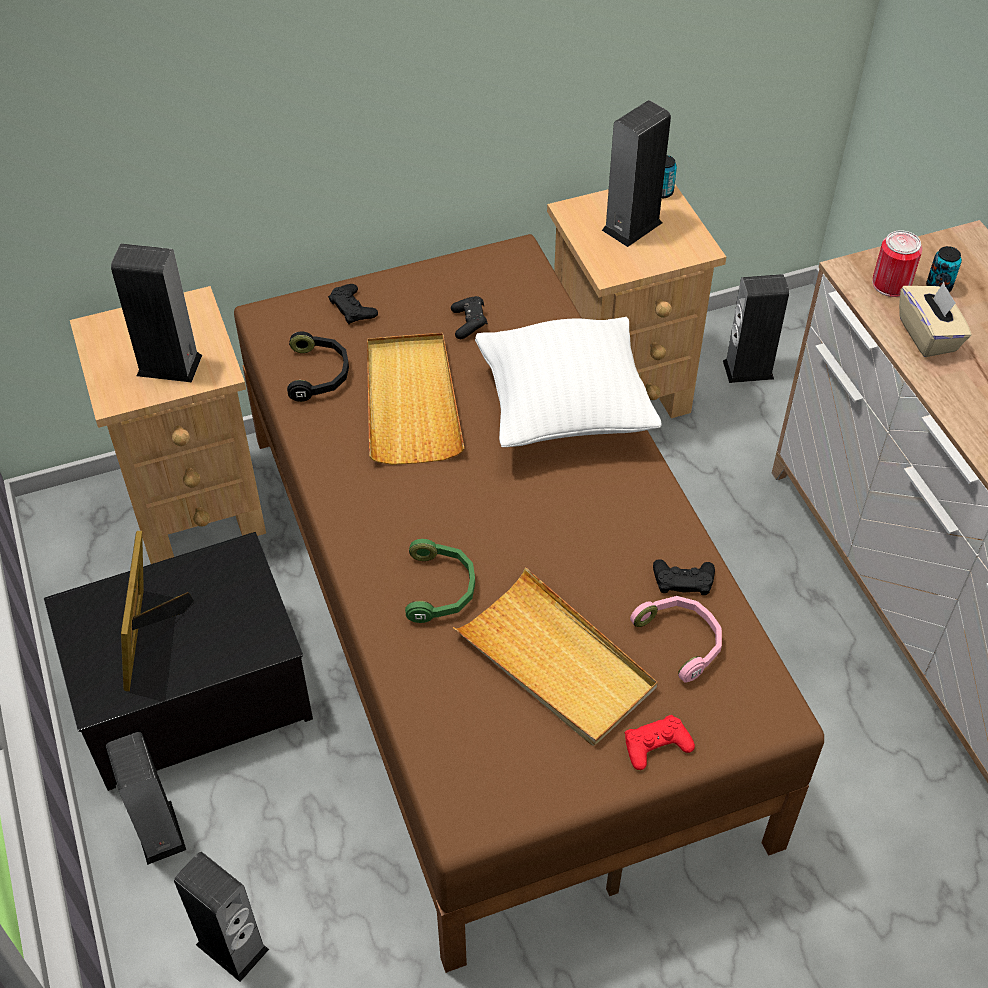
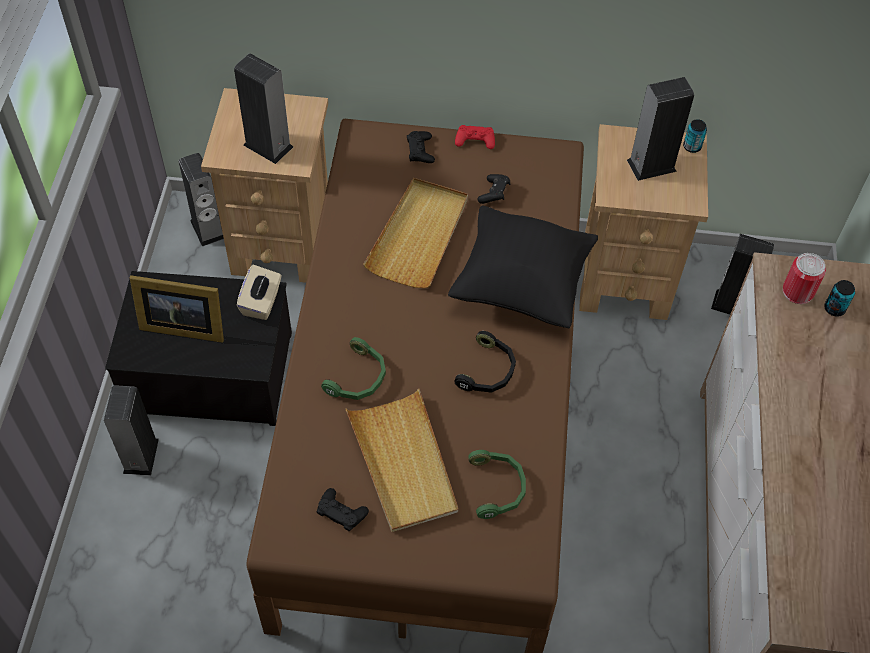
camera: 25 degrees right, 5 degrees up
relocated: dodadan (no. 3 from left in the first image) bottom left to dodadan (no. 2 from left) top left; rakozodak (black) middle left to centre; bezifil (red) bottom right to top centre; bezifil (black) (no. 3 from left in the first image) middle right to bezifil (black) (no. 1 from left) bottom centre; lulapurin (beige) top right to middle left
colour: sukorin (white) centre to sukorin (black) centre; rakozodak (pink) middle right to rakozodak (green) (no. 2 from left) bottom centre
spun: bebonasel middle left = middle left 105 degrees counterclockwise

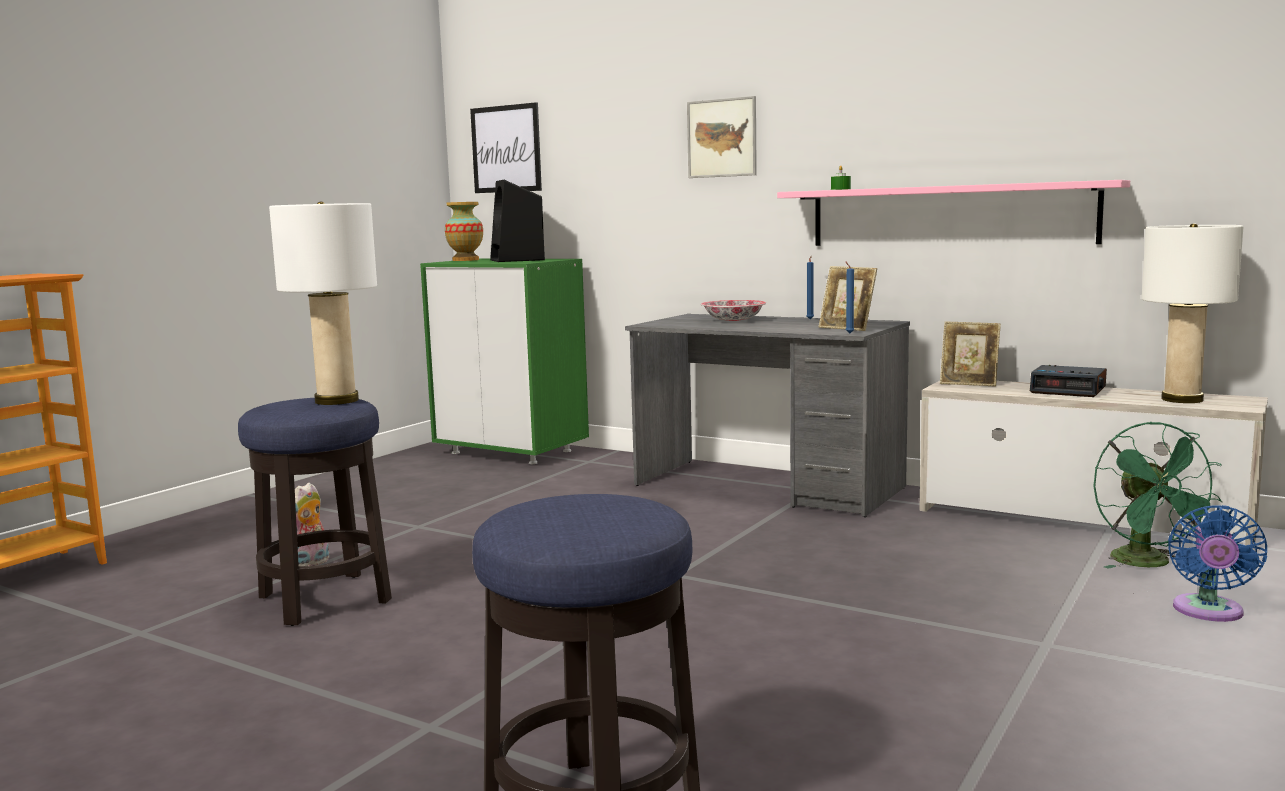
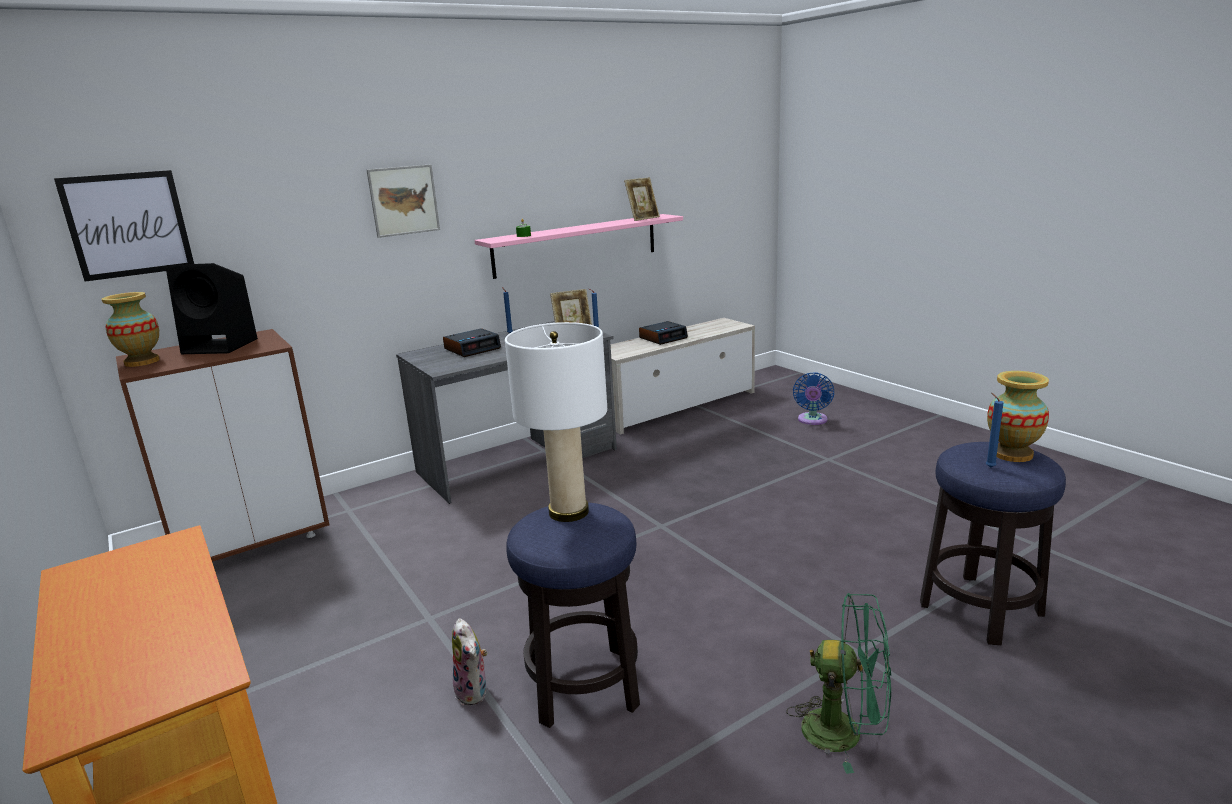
camera: 65 degrees left, 10 degrees up
missing: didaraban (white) (no. 2 from left) middle right
appeared: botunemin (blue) (no. 3 from left) middle right; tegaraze (no. 2 from left) middle right
relocated: bebonasel (no. 2 from left) middle right to top centre; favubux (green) middle right to bottom right
exchanged: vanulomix centre to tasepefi (no. 1 from left) centre
colour: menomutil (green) centre to menomutil (brown) middle left
spun: favubux (blue) bottom right = centre 60 degrees clockwise

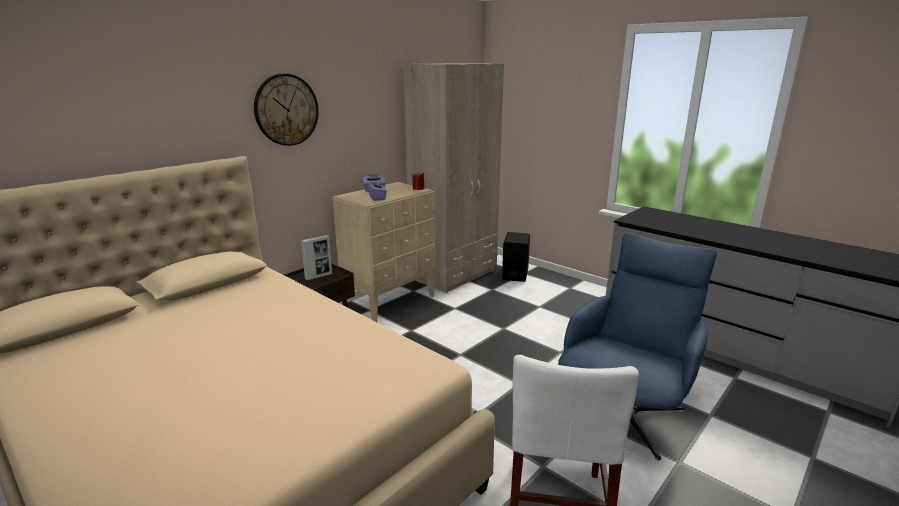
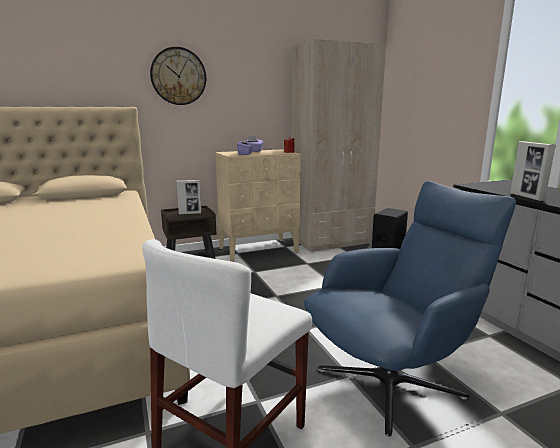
camera: 25 degrees right, 5 degrees down
appeared: bebonasel (no. 2 from left) middle right

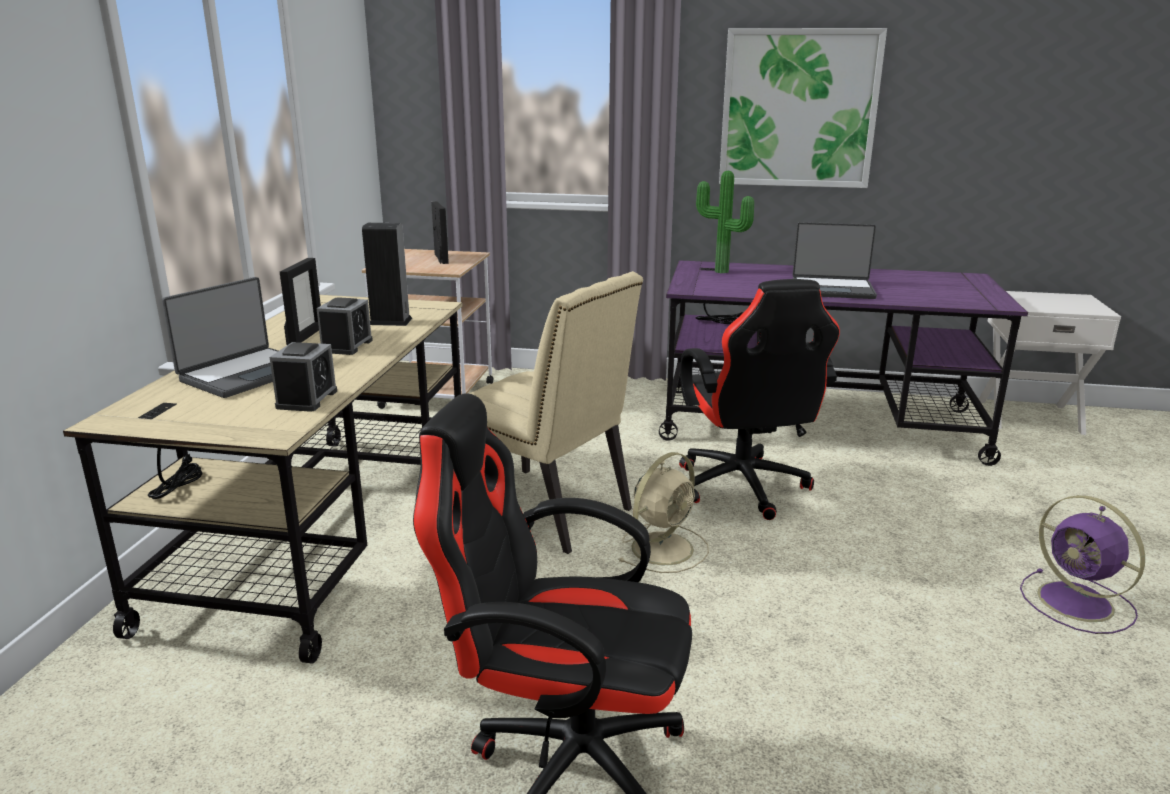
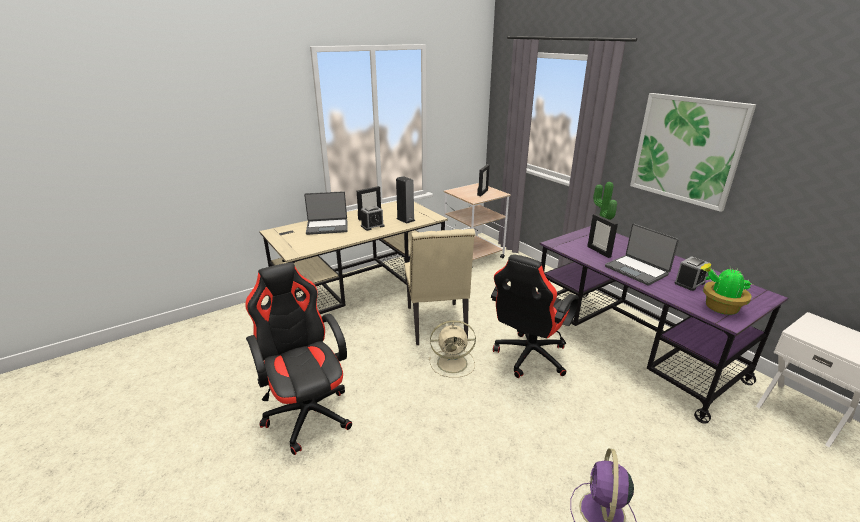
camera: 45 degrees right, 5 degrees up
appeared: bebonasel (no. 3 from left) middle right; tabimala (no. 2 from left) middle right
relocated: tasepefi (no. 1 from left in the first image) middle left to tasepefi (no. 2 from left) middle right

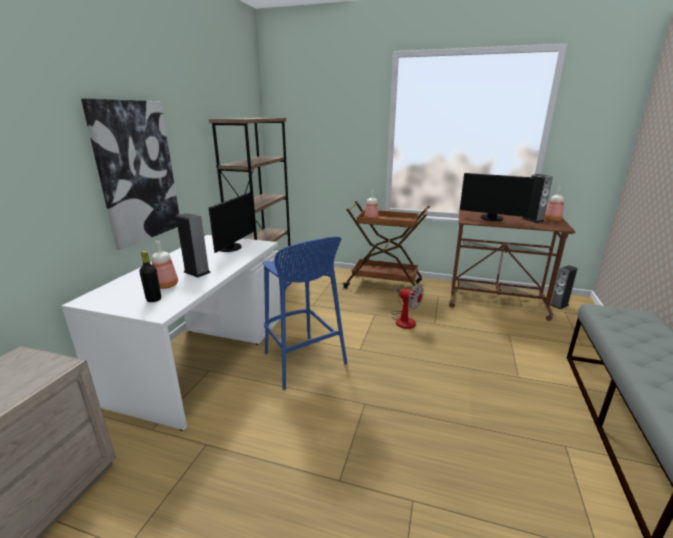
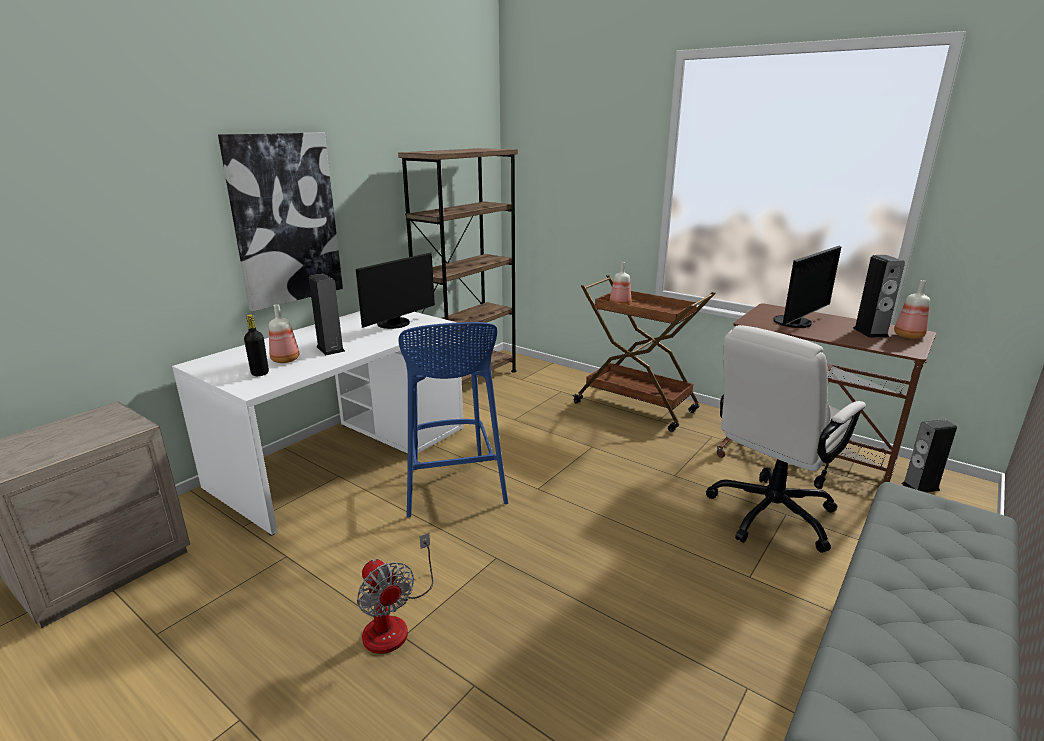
camera: 20 degrees right, 0 degrees up
appeared: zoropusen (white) middle right
relocated: favubux centre to bottom centre
spun: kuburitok (no. 2 from left) middle right = middle right 90 degrees counterclockwise

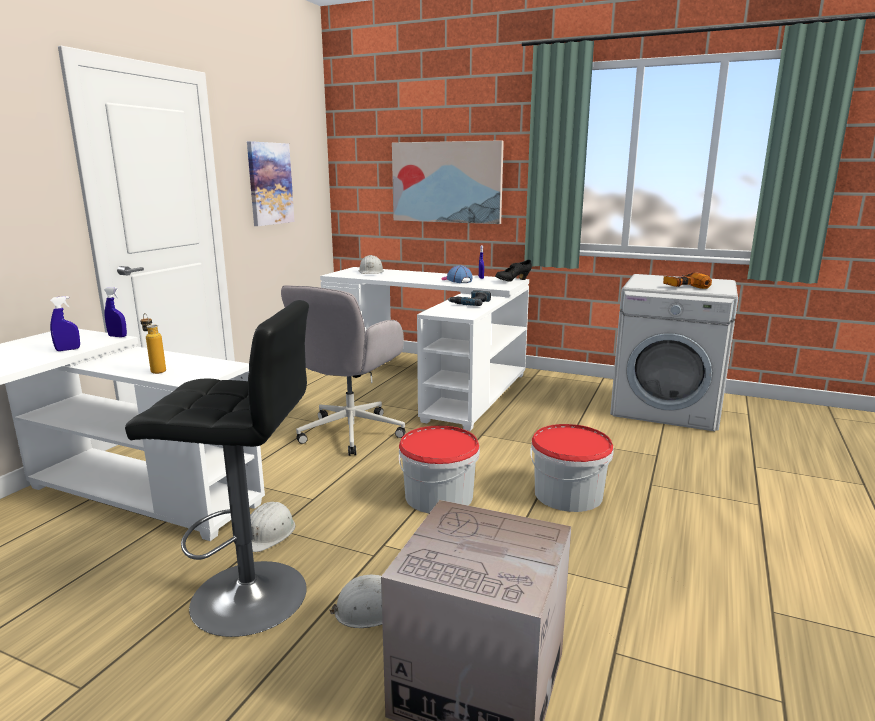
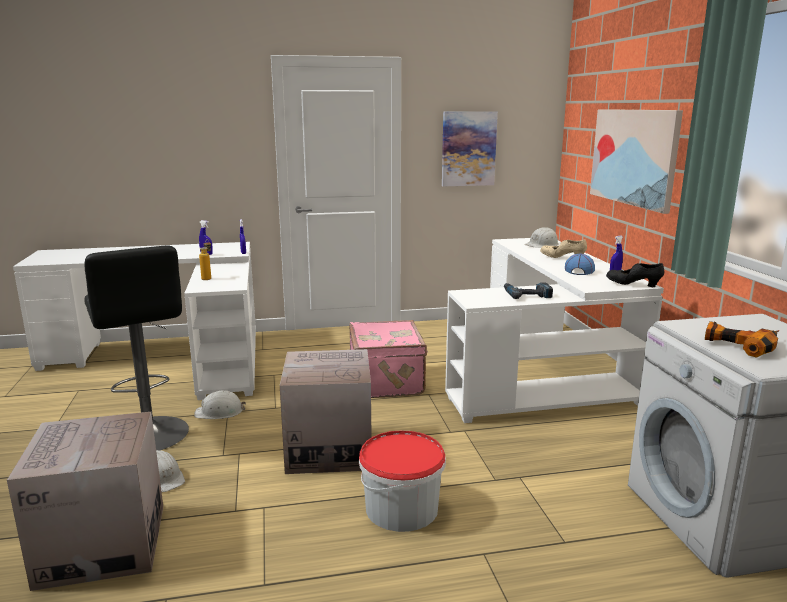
camera: 55 degrees right, 0 degrees up
appeared: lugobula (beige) middle right
exchanged: zoropusen (grey) centre to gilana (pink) centre; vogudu (no. 1 from left) centre to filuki (no. 2 from left) bottom centre

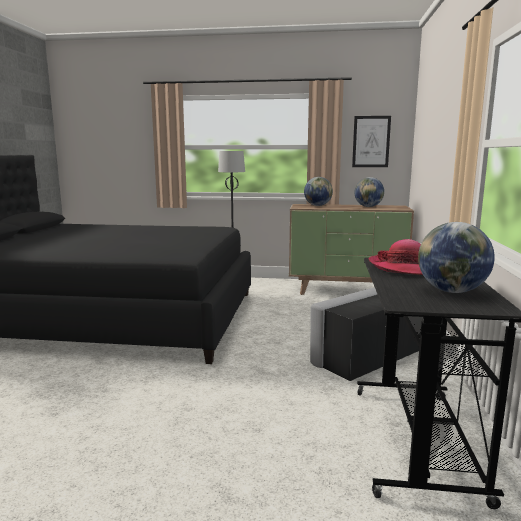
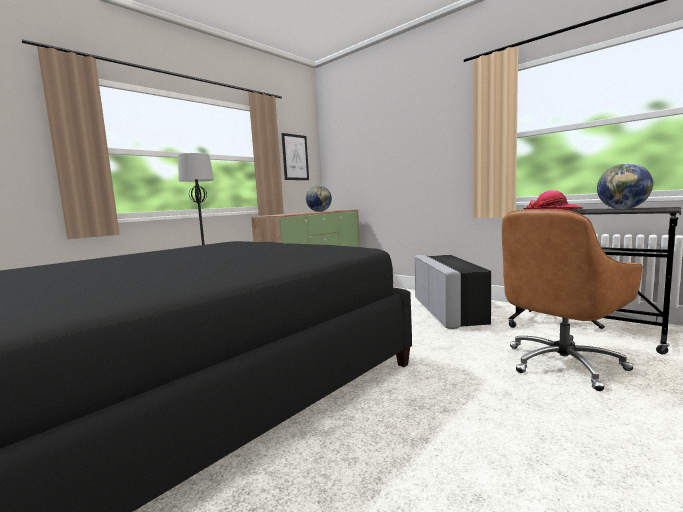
camera: 55 degrees left, 5 degrees down
missing: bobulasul (no. 1 from left) centre
appeared: zoropusen (brown) middle right

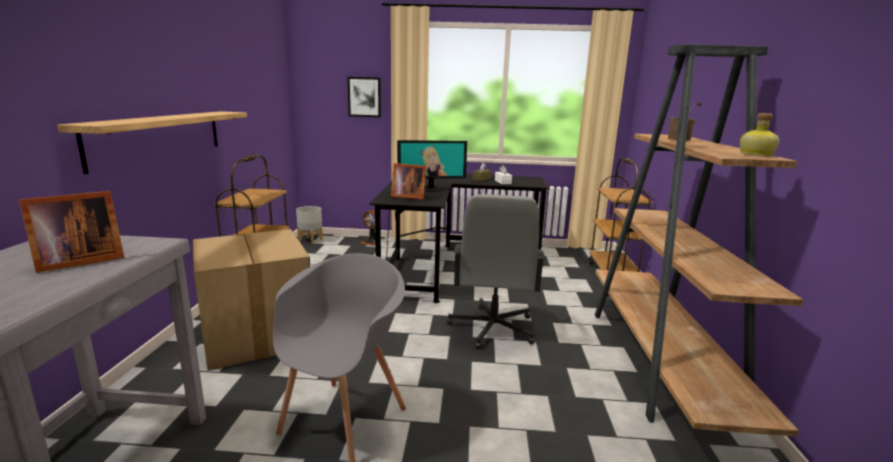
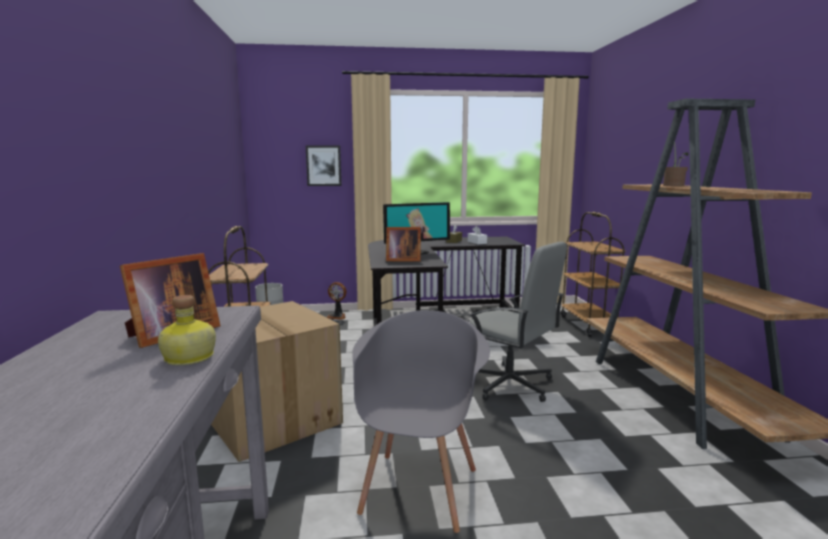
camera: 10 degrees left, 5 degrees down
missing: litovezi top left
relocated: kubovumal top right to middle left
spun: zoropusen (grey) centre = centre 45 degrees counterclockwise

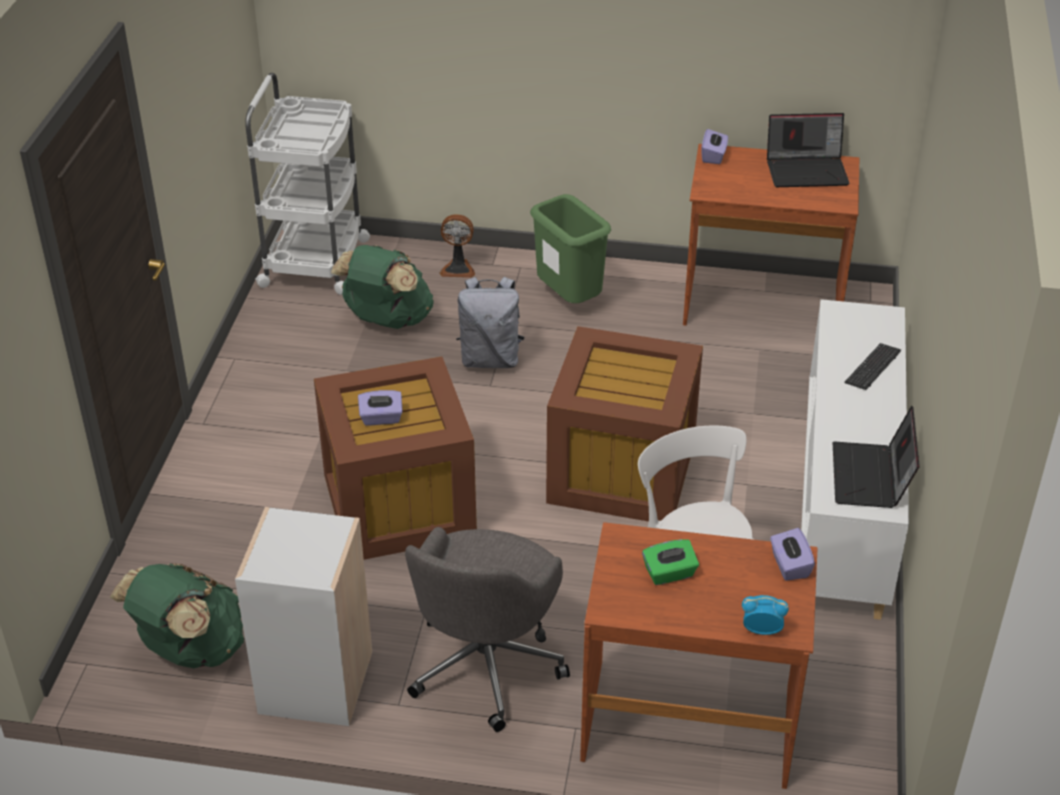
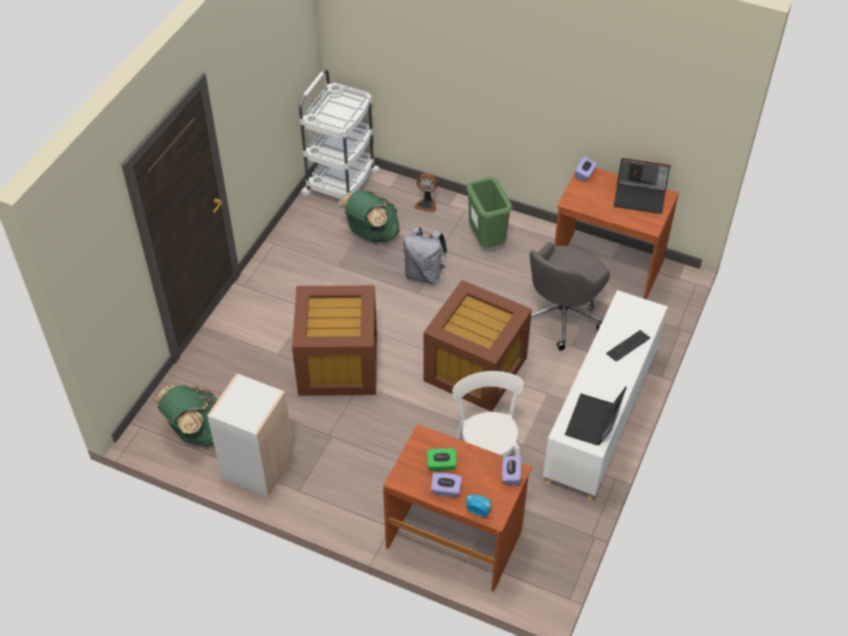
camera: 15 degrees right, 10 degrees up
relocated: lulapurin (purple) (no. 1 from left) centre to bottom centre; zoropusen (grey) bottom centre to middle right

